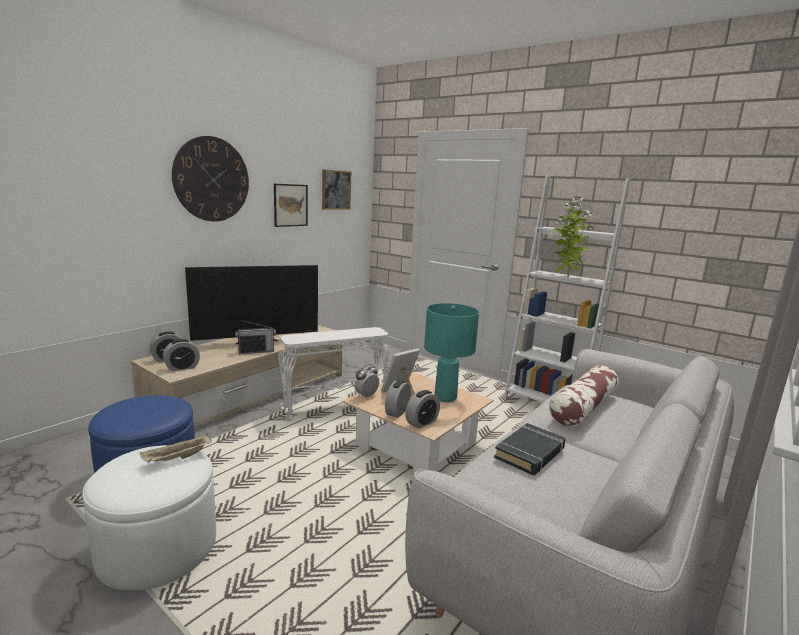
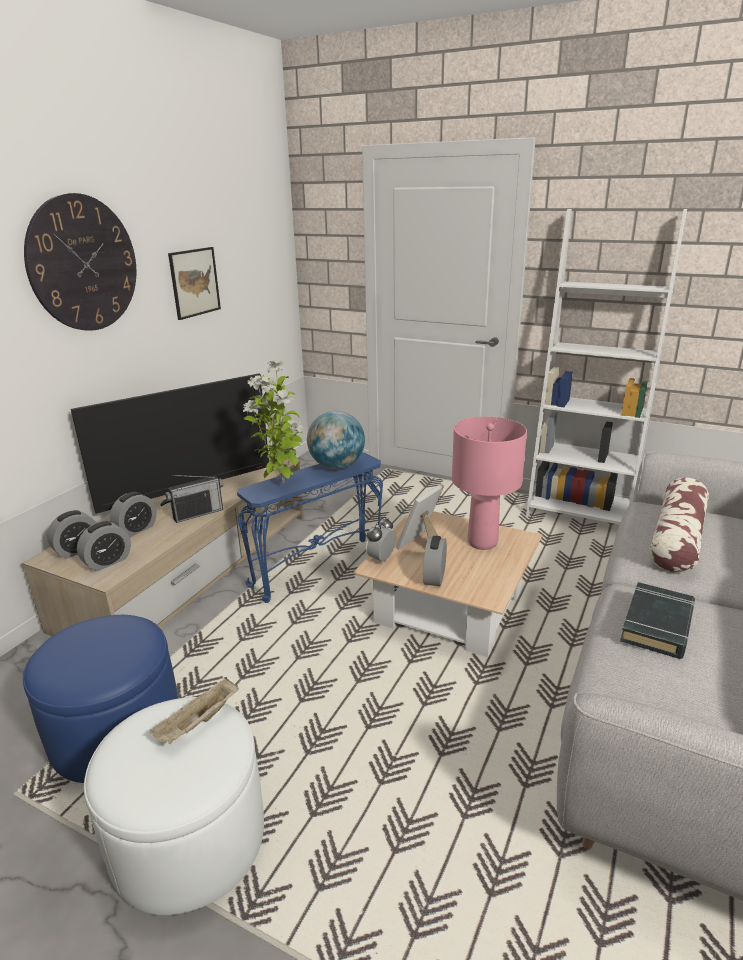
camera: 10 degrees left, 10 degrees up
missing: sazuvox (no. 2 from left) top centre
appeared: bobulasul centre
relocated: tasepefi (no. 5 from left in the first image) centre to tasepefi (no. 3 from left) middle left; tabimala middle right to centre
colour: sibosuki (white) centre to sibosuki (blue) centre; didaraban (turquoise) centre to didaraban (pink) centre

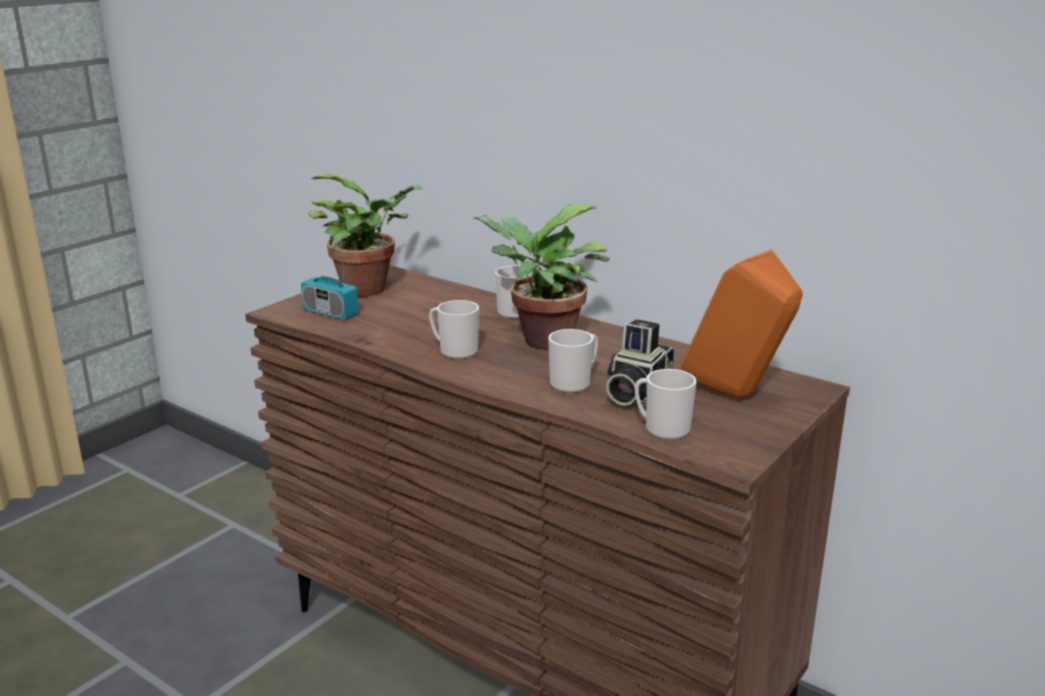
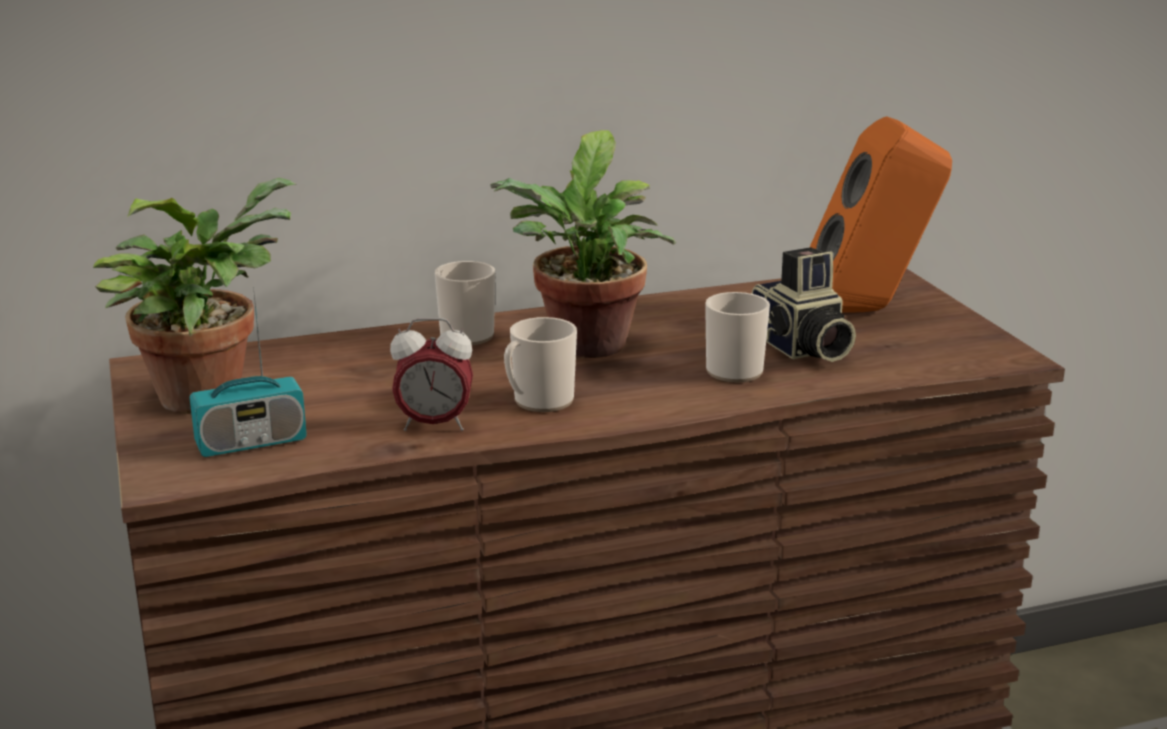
camera: 55 degrees left, 0 degrees up
missing: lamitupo (no. 4 from left) centre
appeared: tasepefi centre

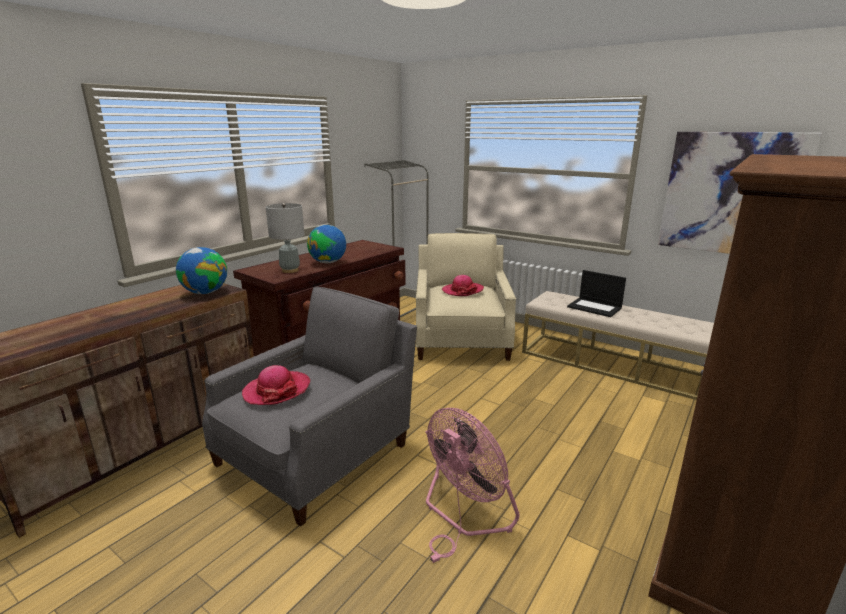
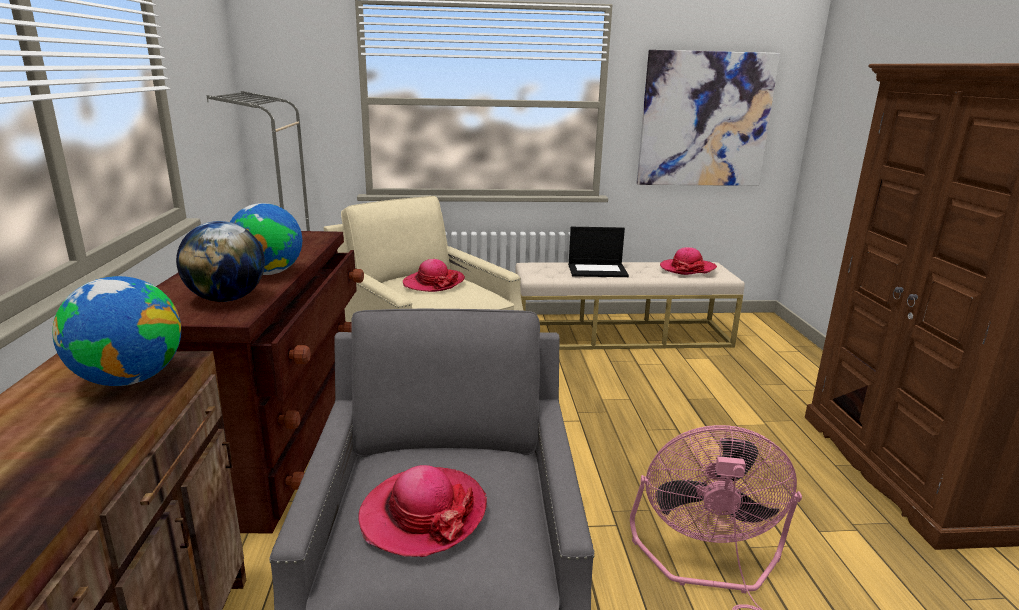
camera: 40 degrees left, 0 degrees up
appeared: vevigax (no. 3 from left) middle right
exchanged: didaraban (grey) centre to bobulasul (no. 2 from left) middle left

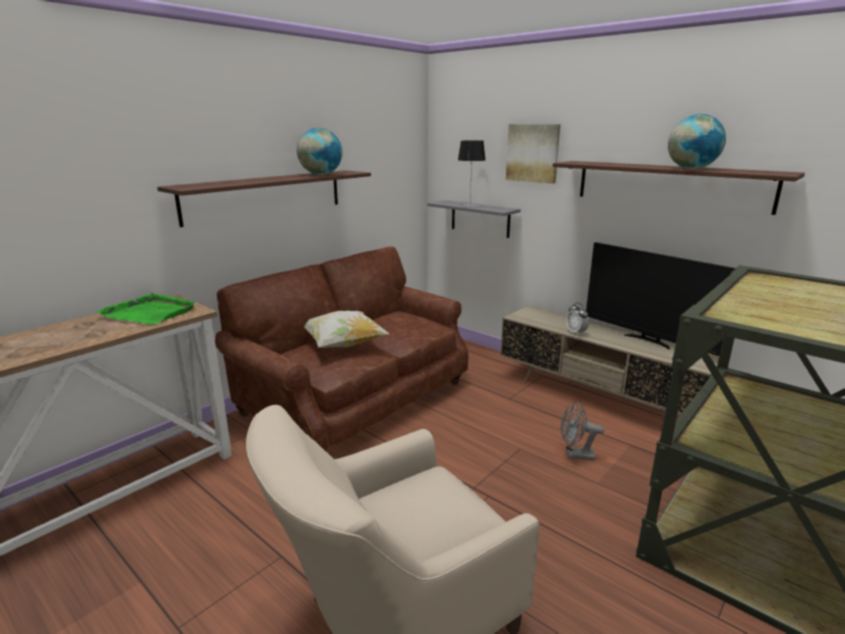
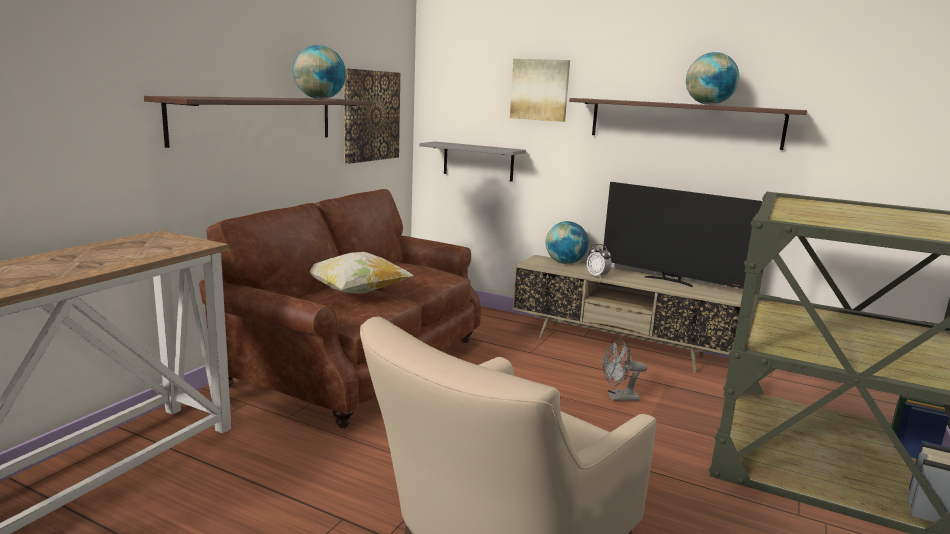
camera: 15 degrees left, 5 degrees down
missing: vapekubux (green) middle left; didaraban top centre
appeared: sazuvox (no. 1 from left) top centre; bobulasul (no. 2 from left) centre

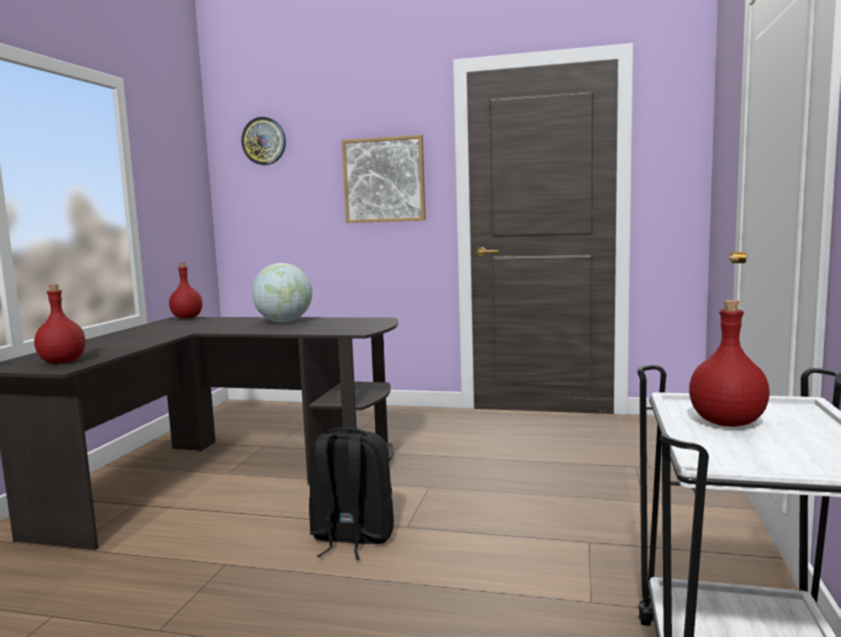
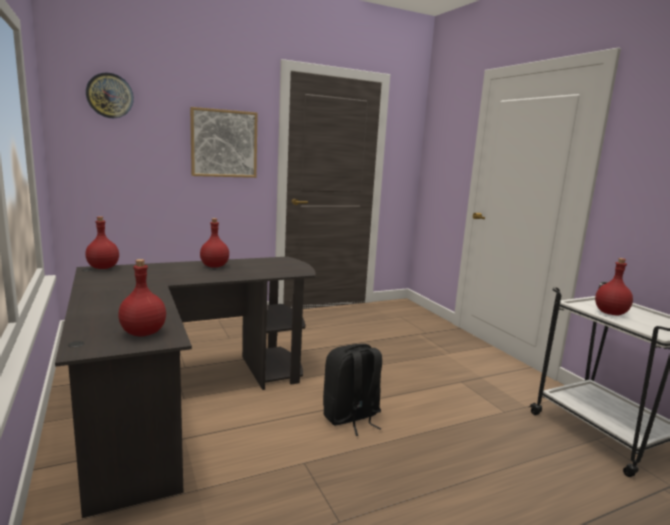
camera: 40 degrees left, 5 degrees up
exchanged: bobulasul centre to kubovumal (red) (no. 3 from left) middle left

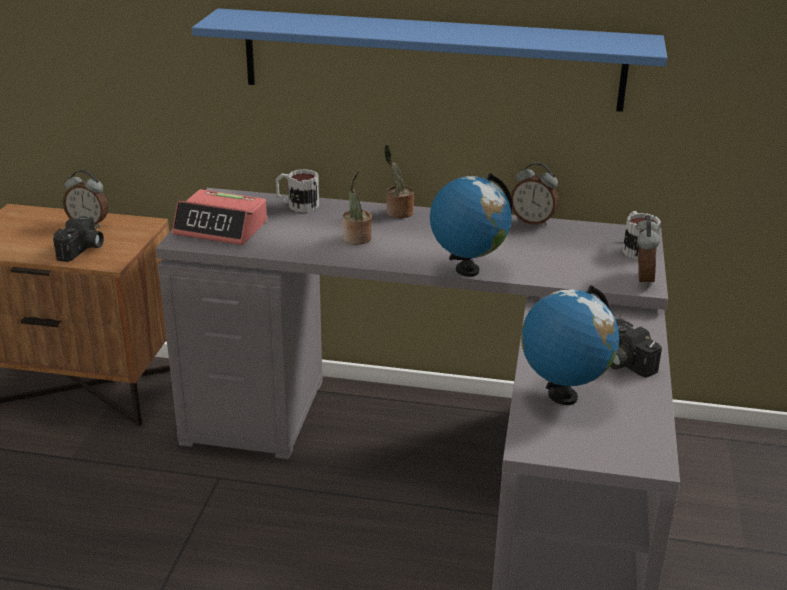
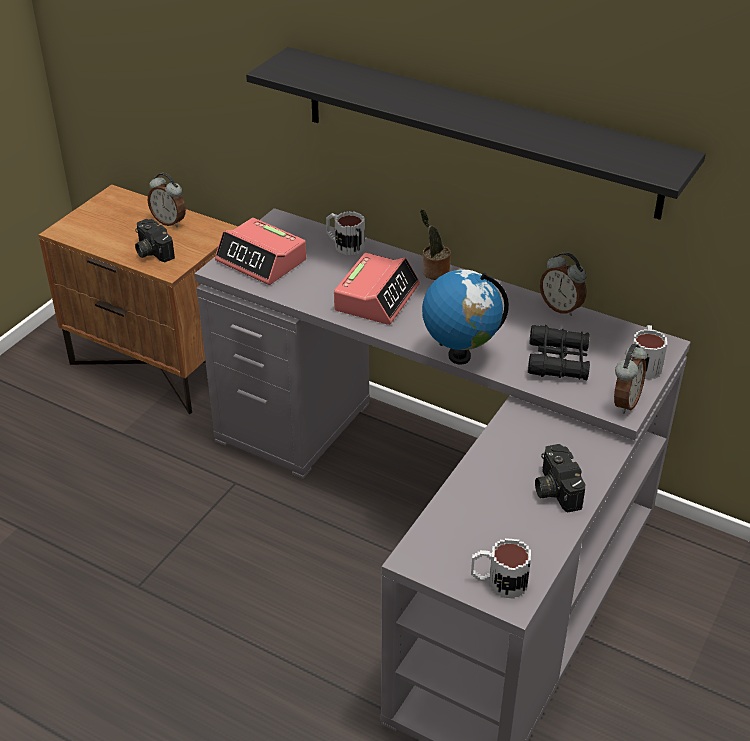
camera: 20 degrees right, 10 degrees up
missing: bobulasul (no. 2 from left) middle right
appeared: lamitupo (no. 2 from left) bottom right; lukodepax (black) middle right
exchanged: tabimala (no. 1 from left) centre to tasepefi (no. 3 from left) centre
colour: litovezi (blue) top centre to litovezi (black) top centre
spun: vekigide (no. 1 from left) middle left = top left 105 degrees clockwise

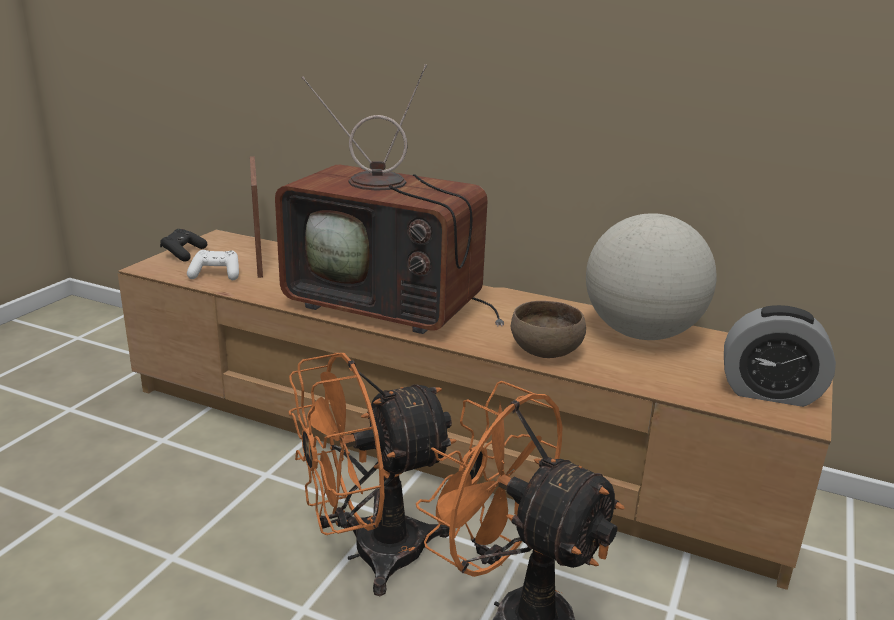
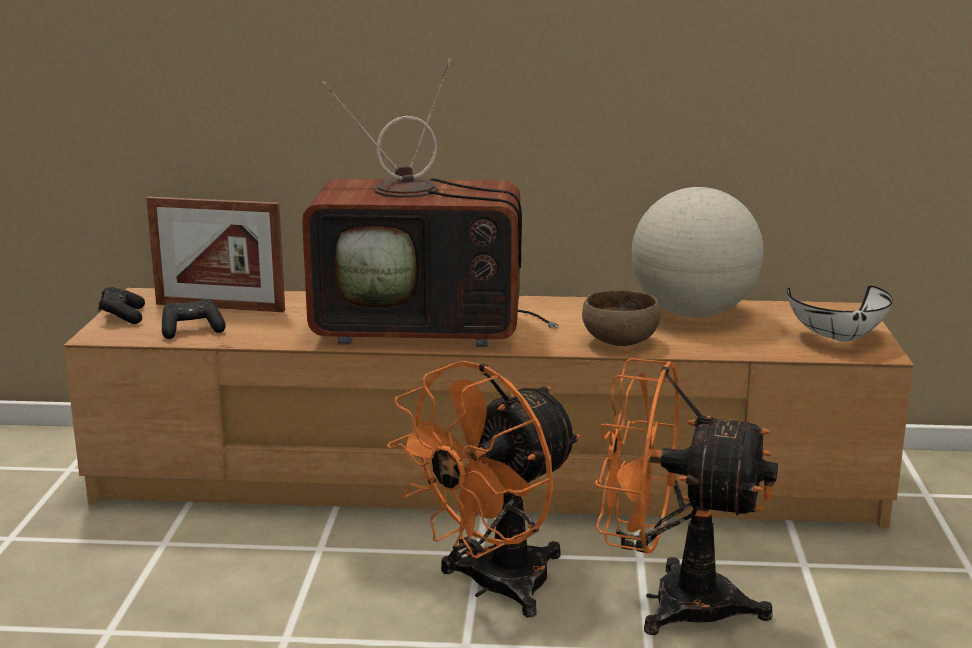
camera: 20 degrees left, 5 degrees down
exchanged: tasepefi middle right to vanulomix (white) middle right
colour: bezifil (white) middle left to bezifil (black) (no. 2 from left) middle left
spun: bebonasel middle left = middle left 45 degrees counterclockwise

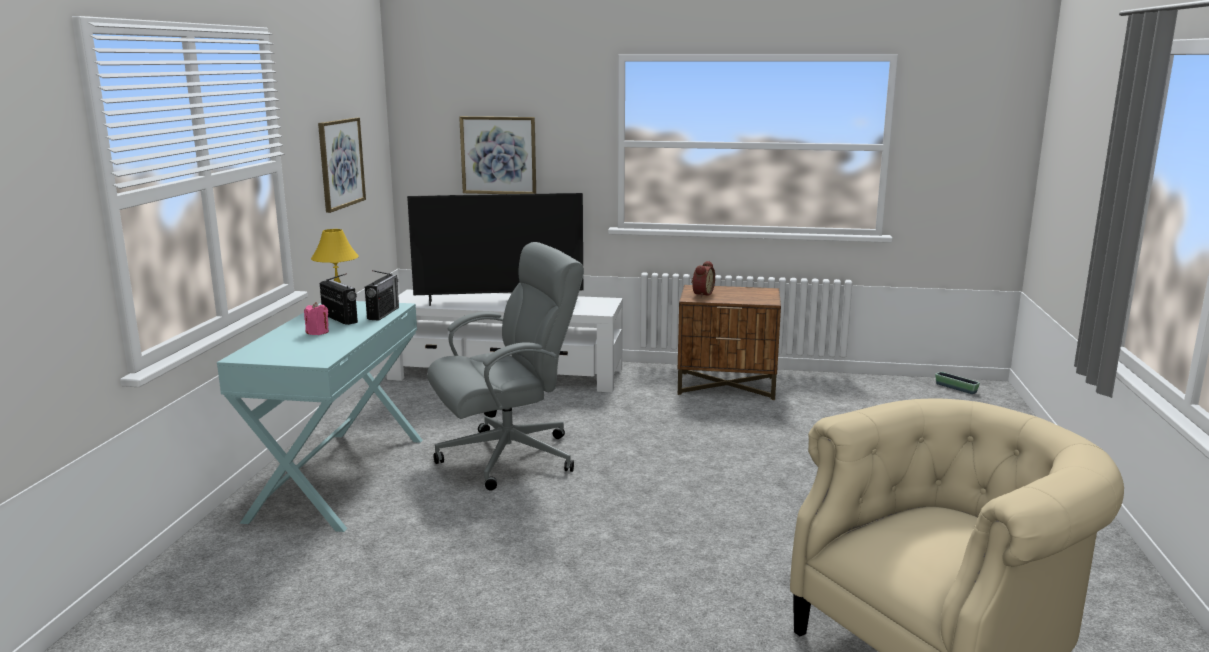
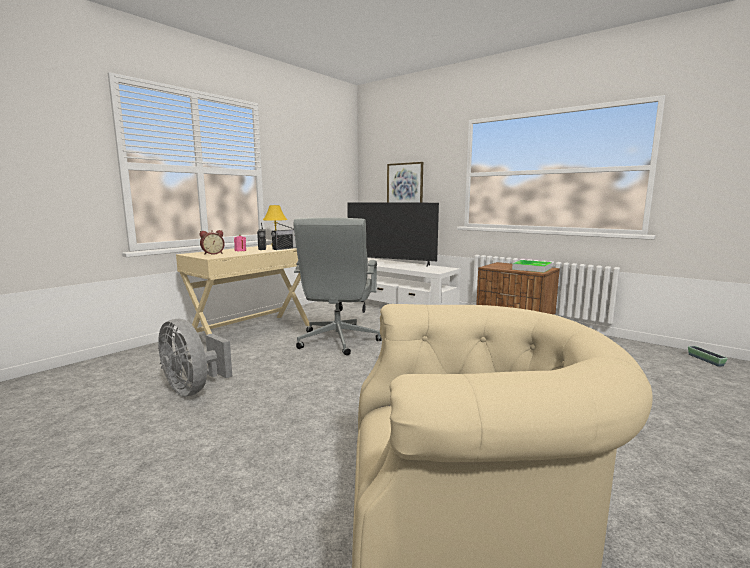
camera: 30 degrees right, 5 degrees down
missing: sazuvox (no. 1 from left) top left
appeared: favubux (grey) middle left; vapekubux middle right
relocated: tasepefi centre to middle left
colour: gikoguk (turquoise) middle left to gikoguk (beige) middle left
spun: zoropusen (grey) centre = centre 90 degrees clockwise

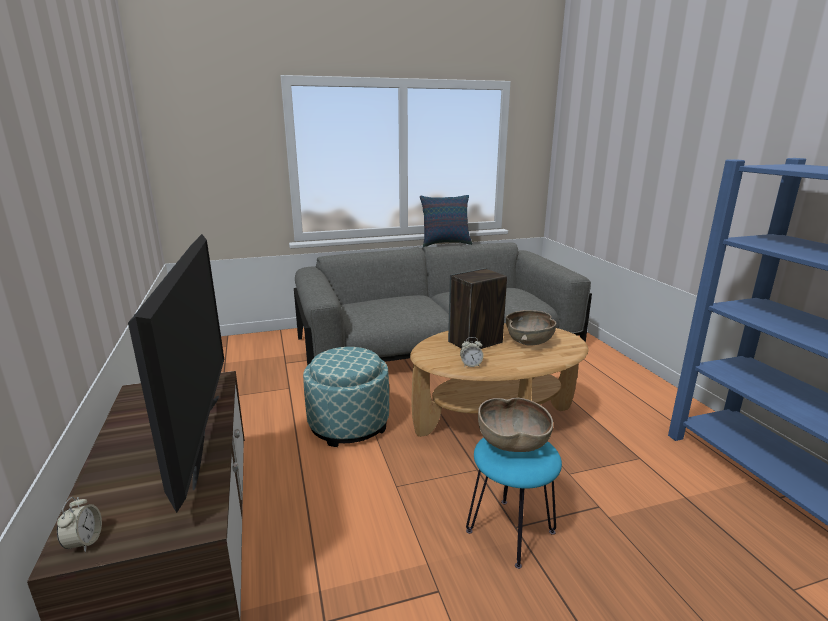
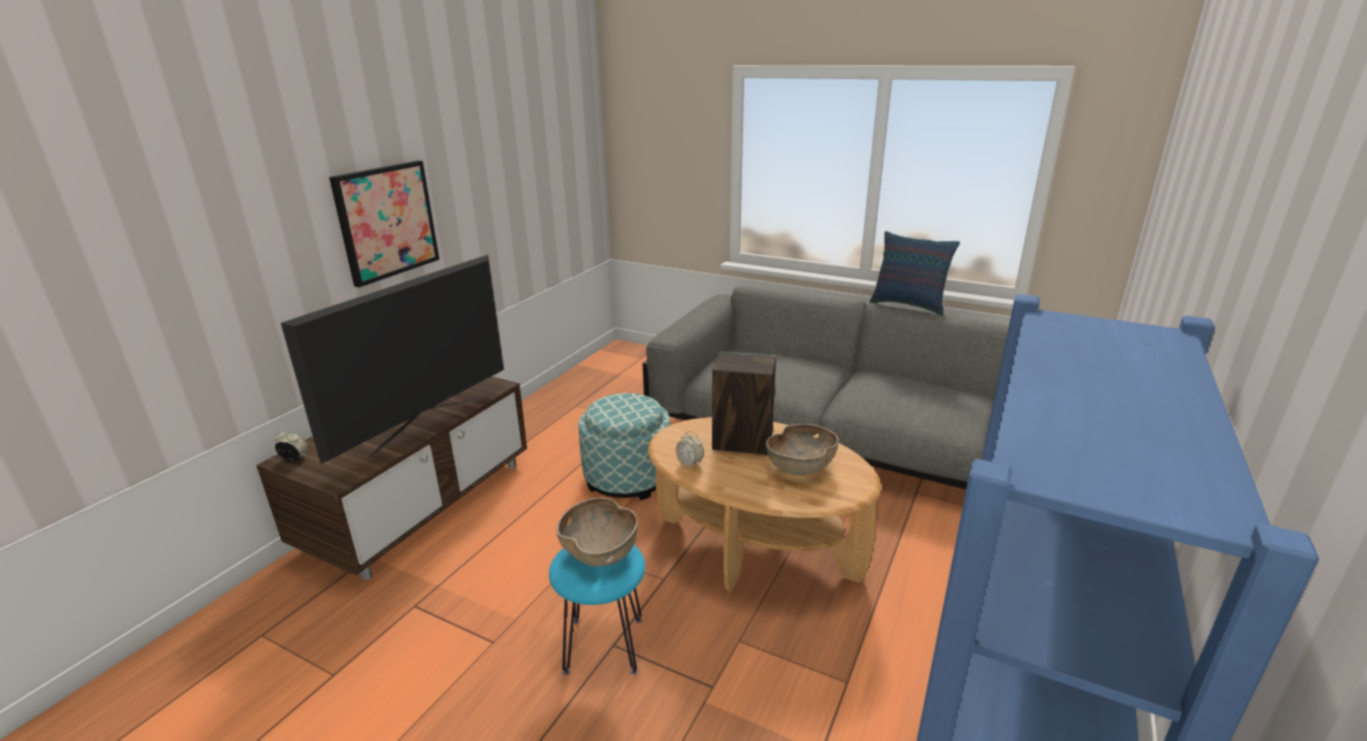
camera: 45 degrees right, 5 degrees up
appeared: sazuvox top left
spun: tasepefi (no. 1 from left) bottom left = middle left 120 degrees counterclockwise

